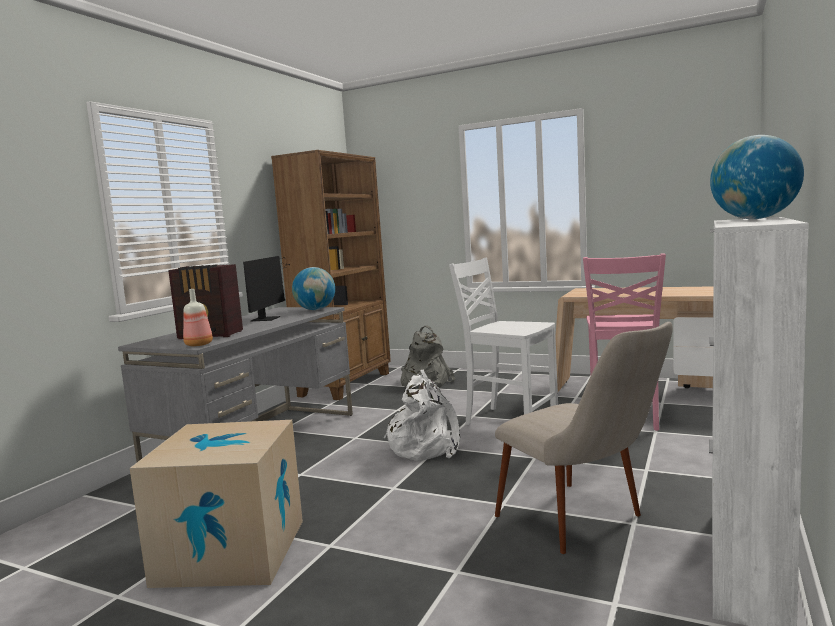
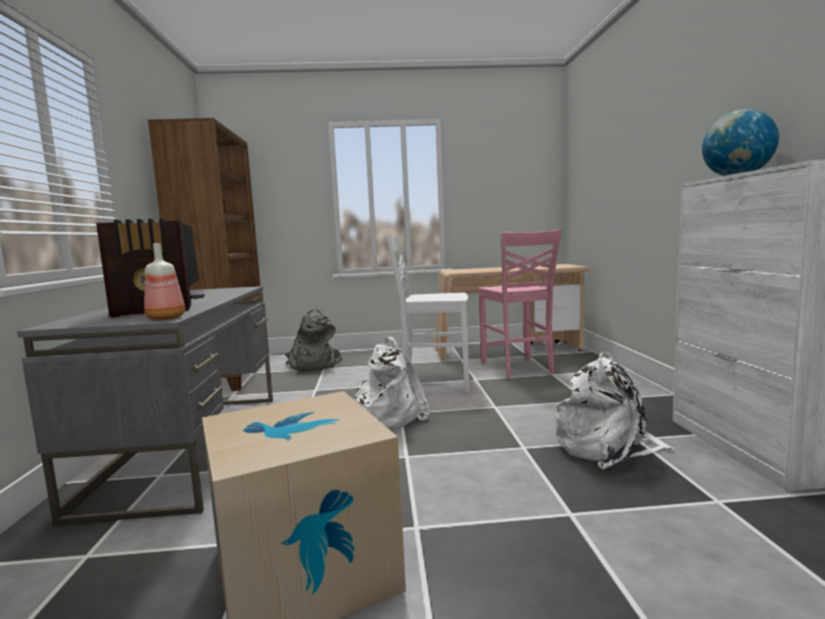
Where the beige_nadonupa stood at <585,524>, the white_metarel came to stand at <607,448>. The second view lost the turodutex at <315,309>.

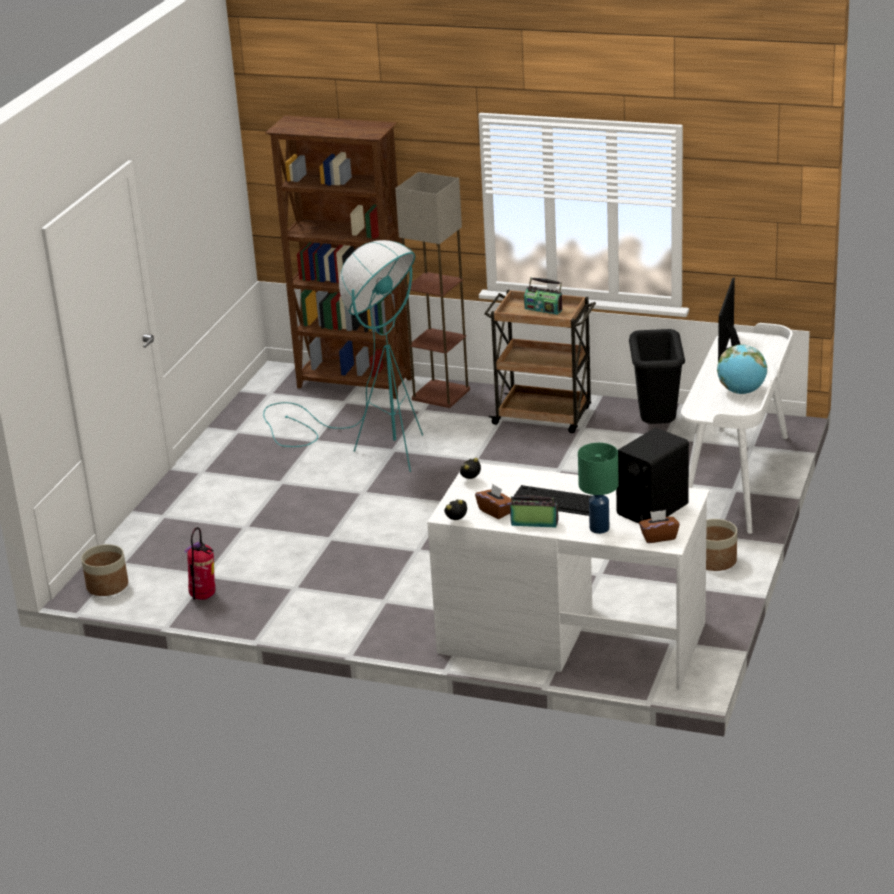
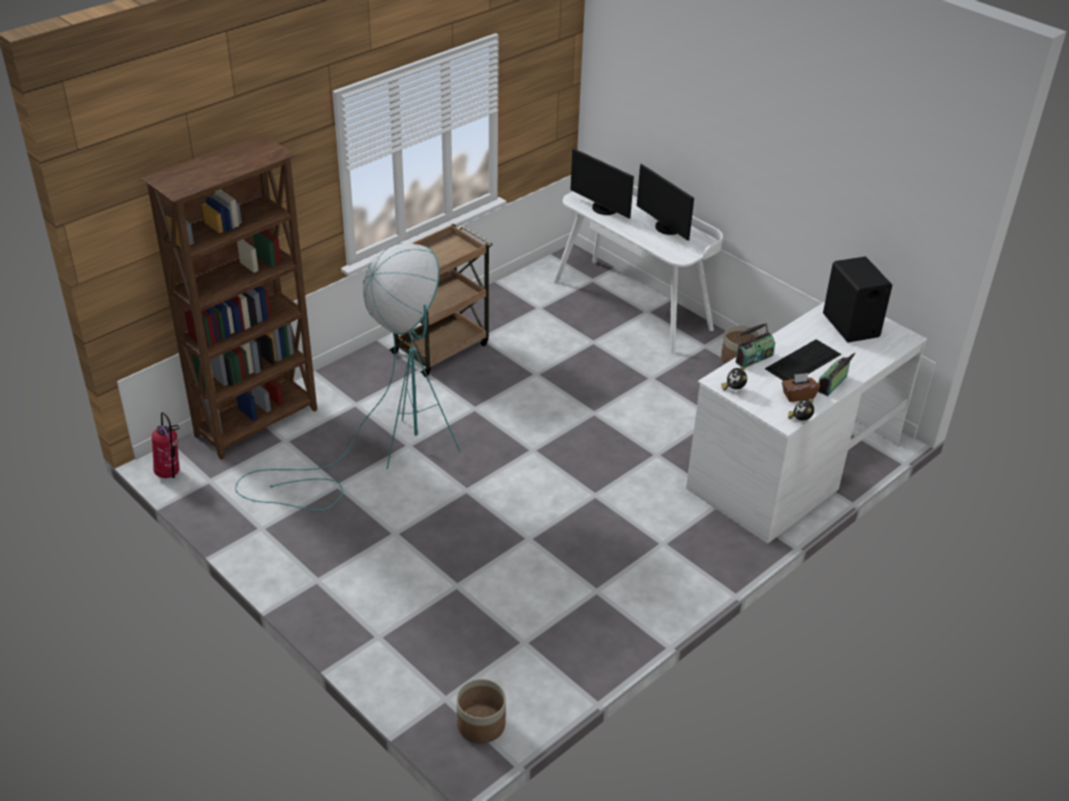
The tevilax ended up elsewhere, having gone from <203,597> to <170,473>. Where the turodutex stood at <741,391>, the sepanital came to stand at <666,228>. The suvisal ended up elsewhere, having gone from <543,309> to <753,358>. The second view lost the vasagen at <442,394>. The second view lost the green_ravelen at <600,528>. The second view lost the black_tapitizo at <656,425>. The second view lost the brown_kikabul at <658,537>.

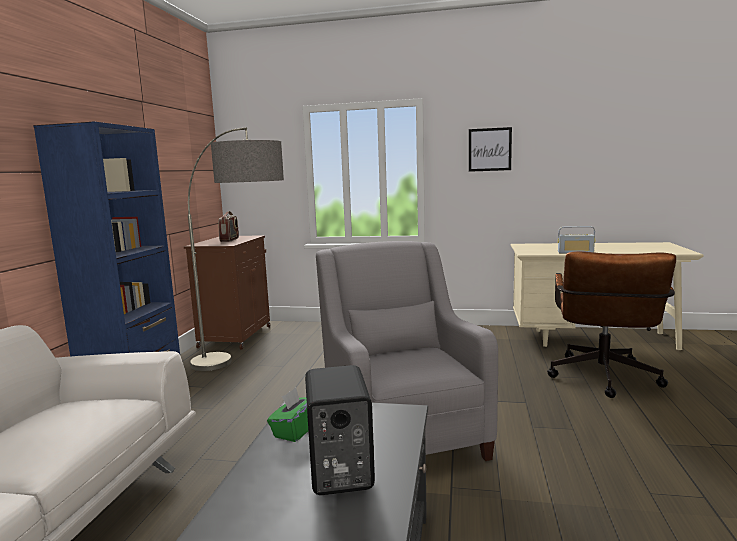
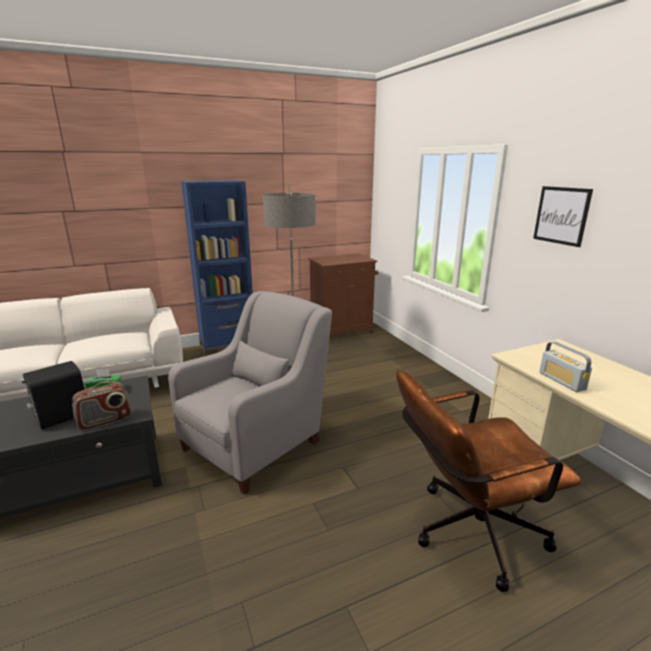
The suvisal ended up elsewhere, having gone from <230,240> to <105,421>.

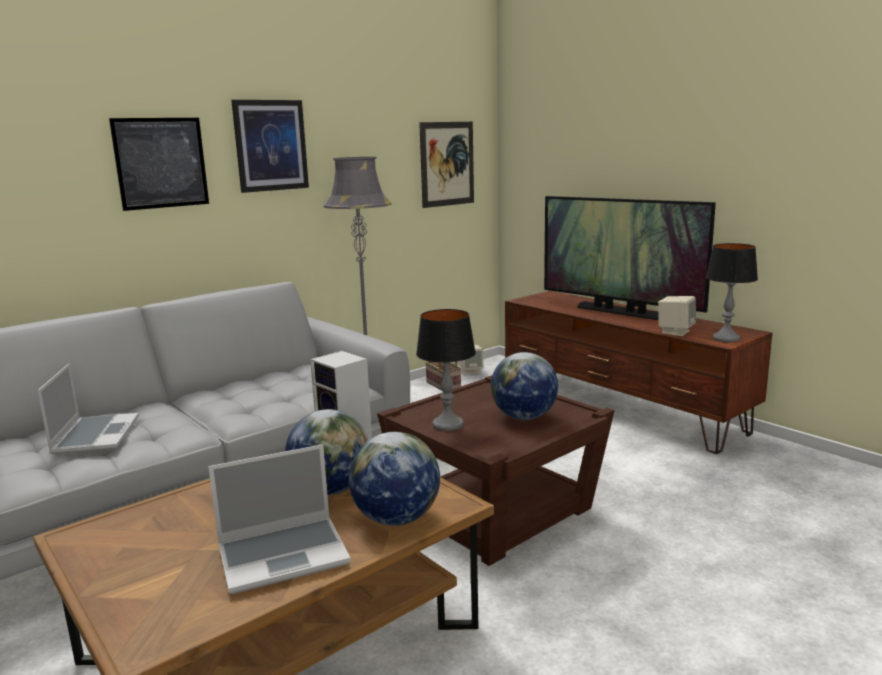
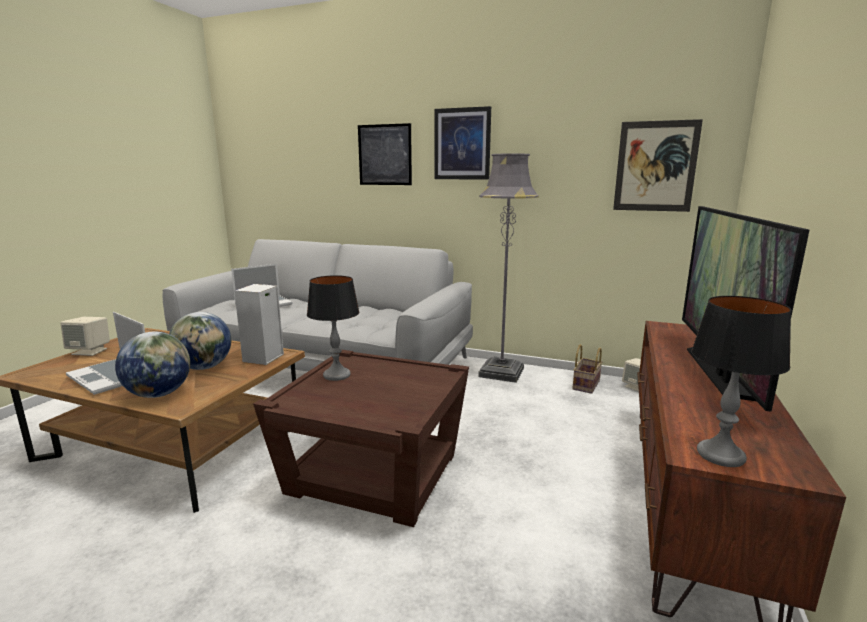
The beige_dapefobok ended up elsewhere, having gone from <675,332> to <90,351>. The second view lost the turodutex at <523,417>.

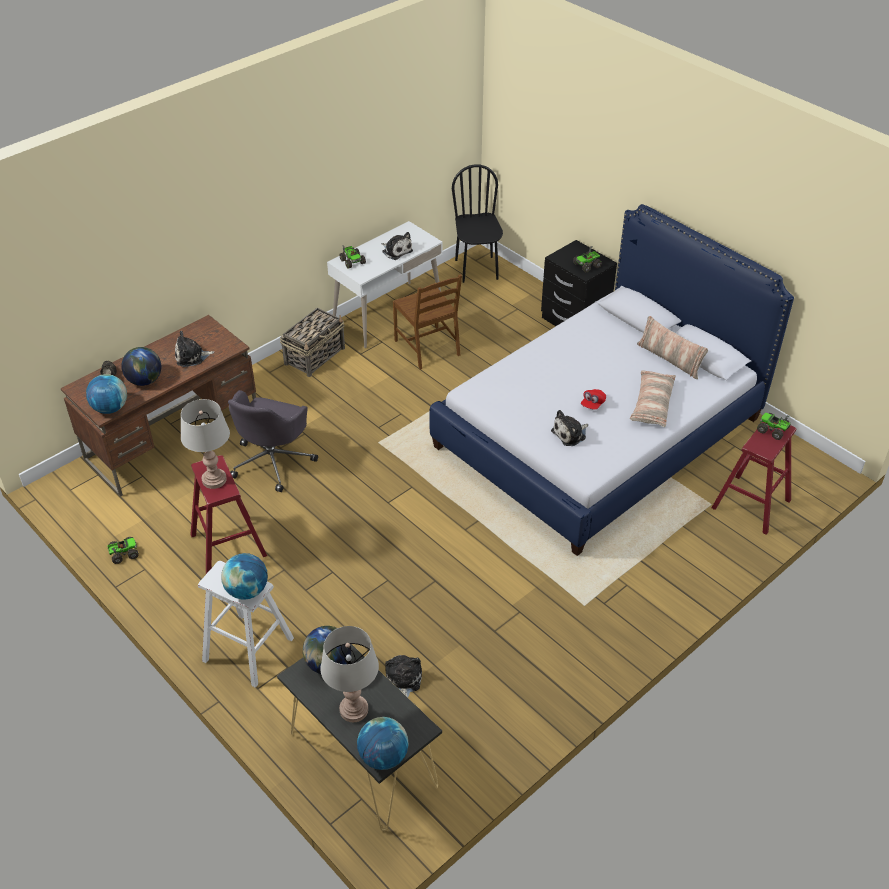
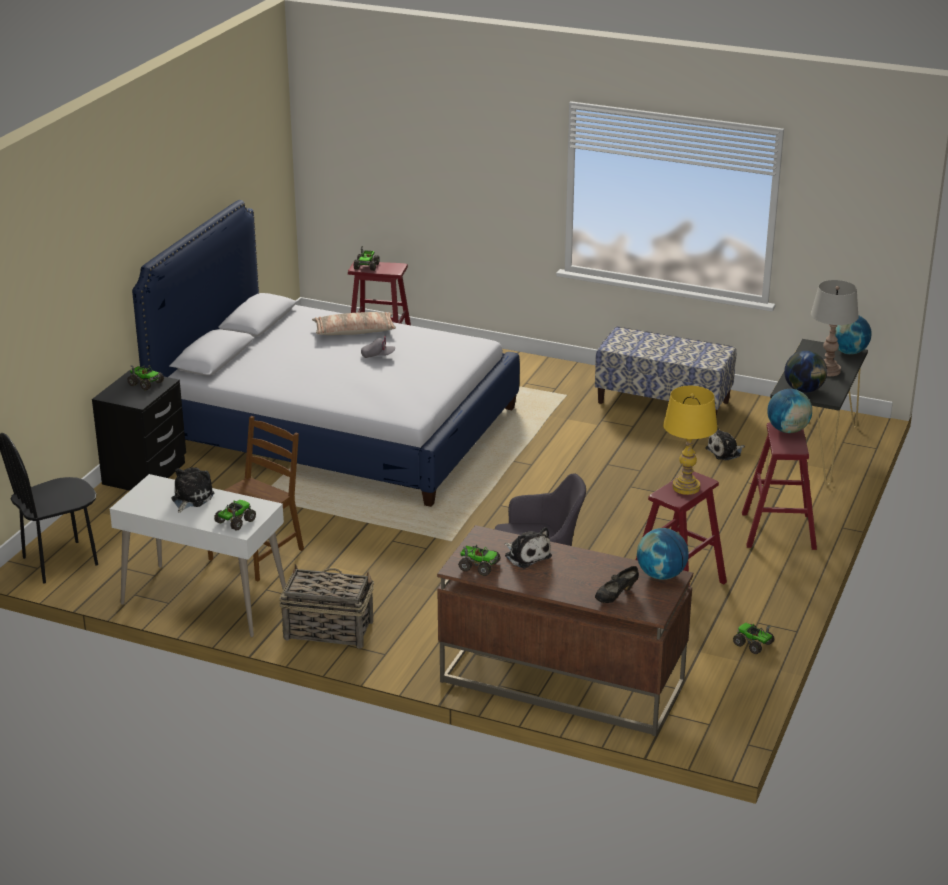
What was the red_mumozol at <592,404> turned into the grey_mumozol at <378,356>. The second view gained the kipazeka at <478,566>. The second view gained the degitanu at <663,402>. What was the grey_ravelen at <214,480> turned into the yellow_ravelen at <686,487>. What was the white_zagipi at <248,649> turned into the red_zagipi at <778,531>. The second view lost the turodutex at <145,380>. The second view lost the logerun at <570,434>. The second view lost the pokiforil at <670,359>.

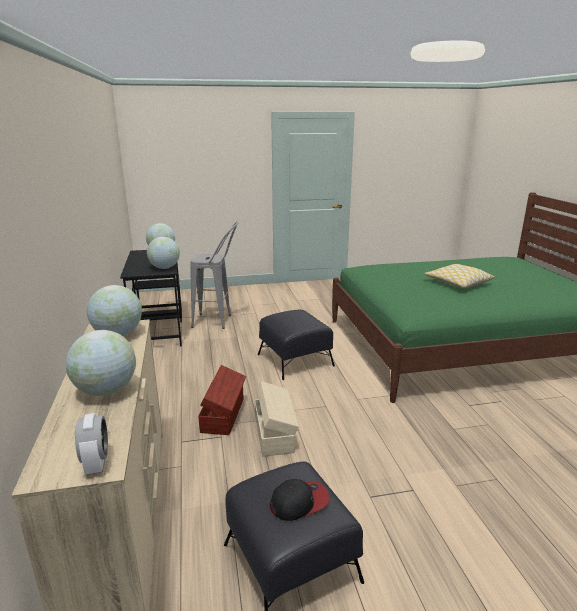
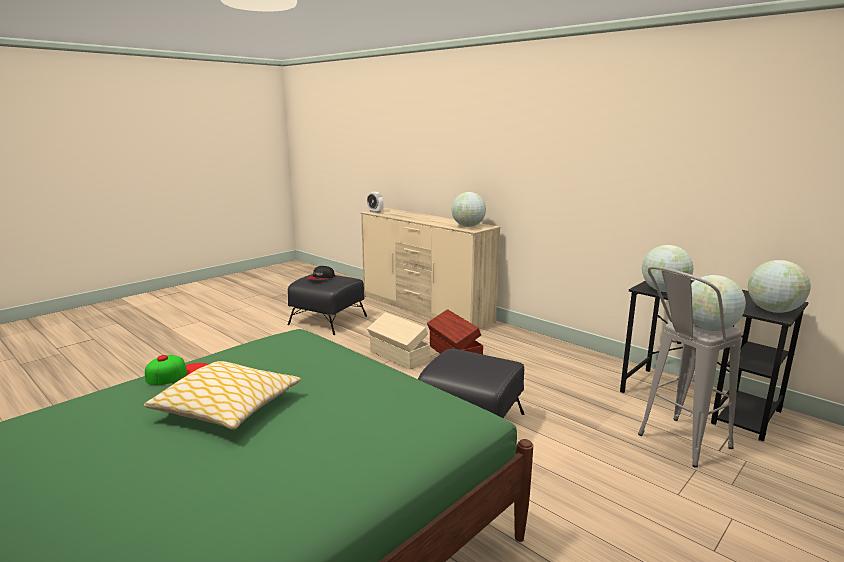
The second view gained the mumozol at <178,373>. The turodutex ended up elsewhere, having gone from <106,390> to <709,329>.

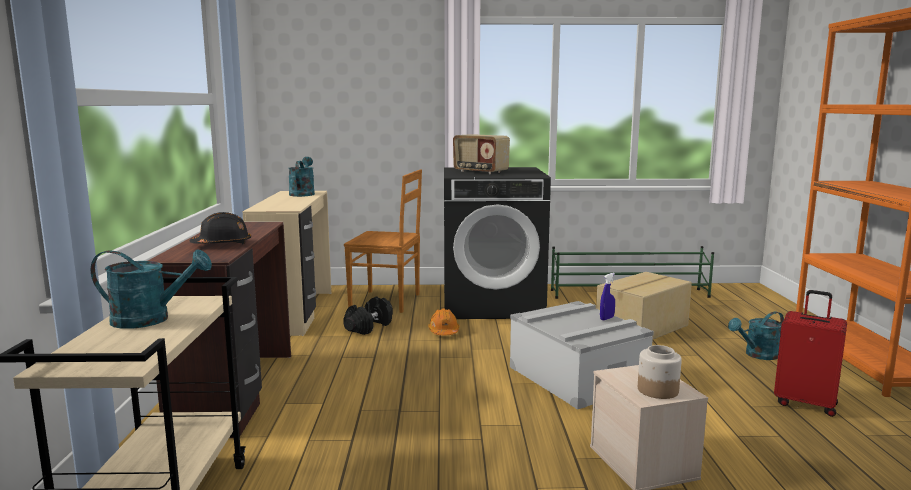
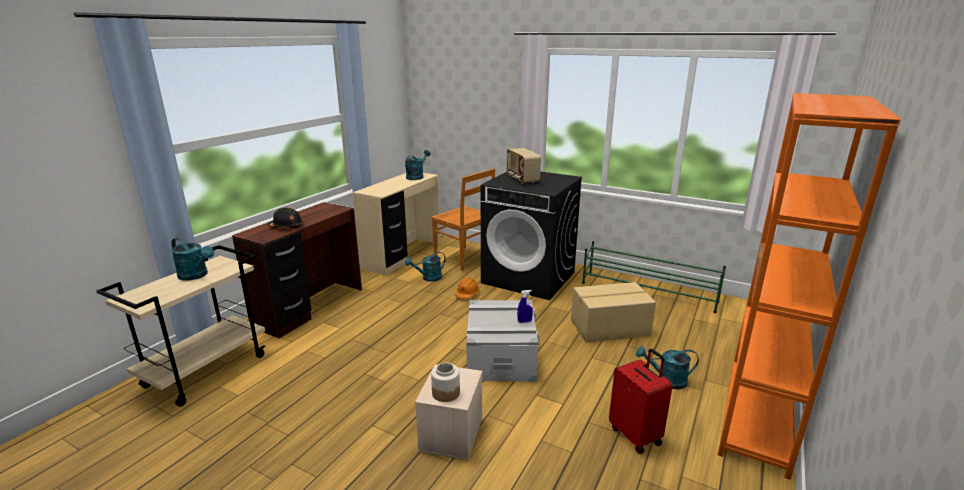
Where the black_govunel stood at <369,327>, the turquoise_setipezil came to stand at <428,278>.

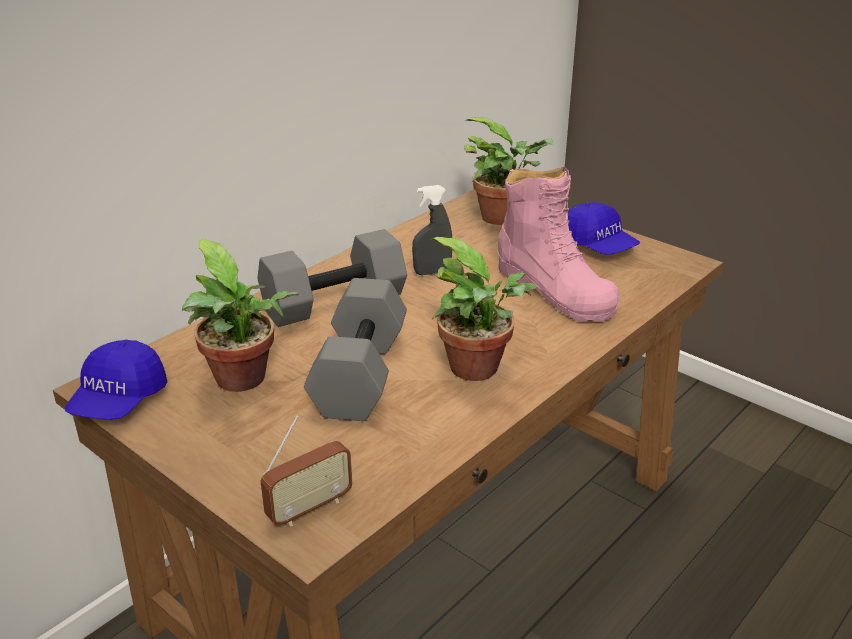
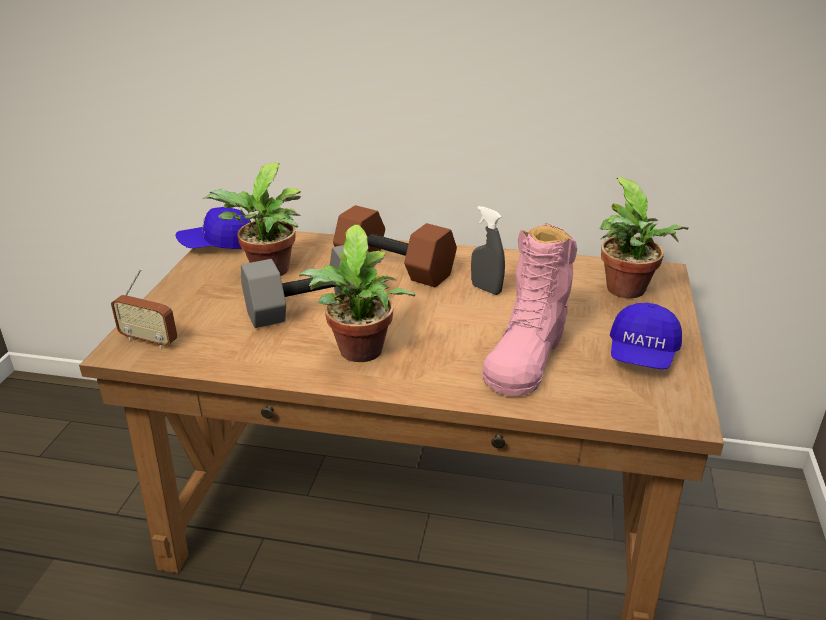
What was the grey_govunel at <334,301> turned into the brown_govunel at <396,267>.

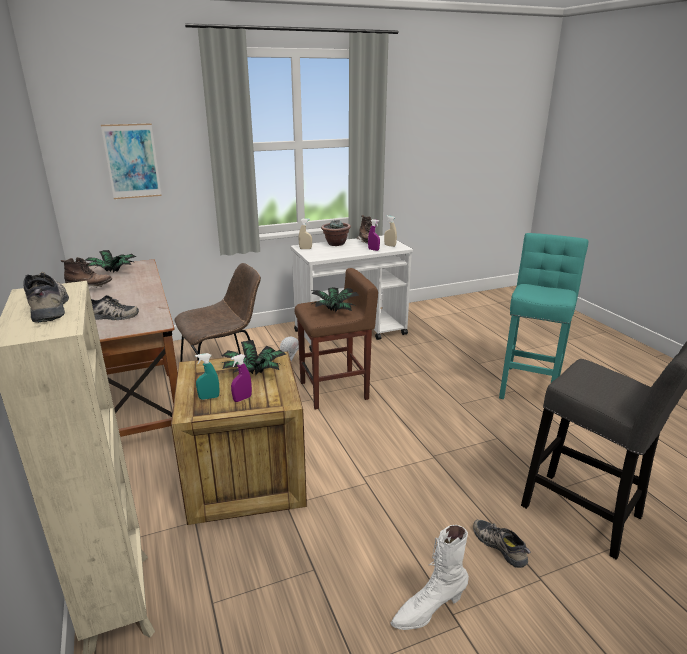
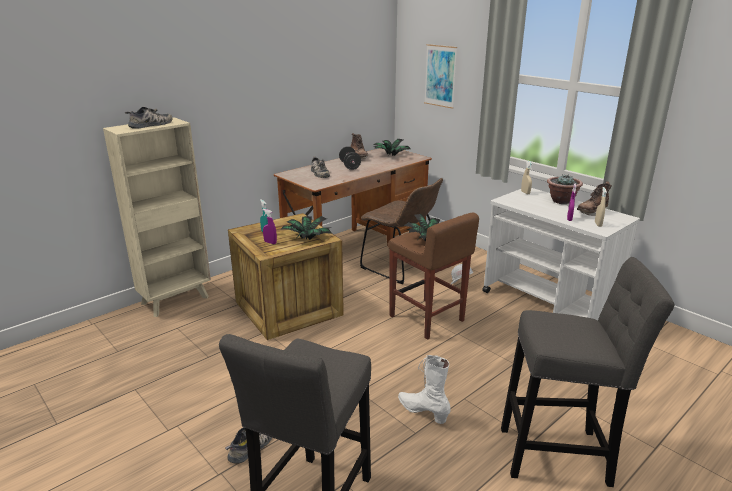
The second view gained the black_govunel at <350,166>. The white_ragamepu ended up elsewhere, having gone from <428,610> to <423,411>. What was the turquoise_zagipi at <530,385> turned into the grey_zagipi at <560,455>.

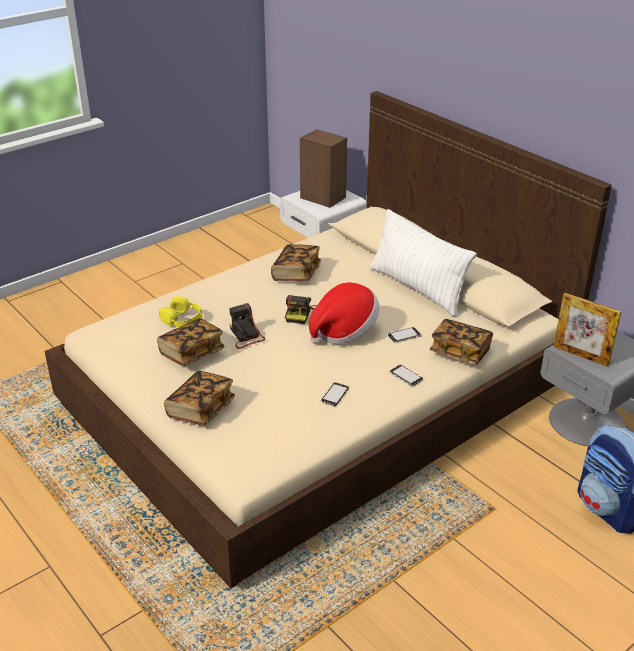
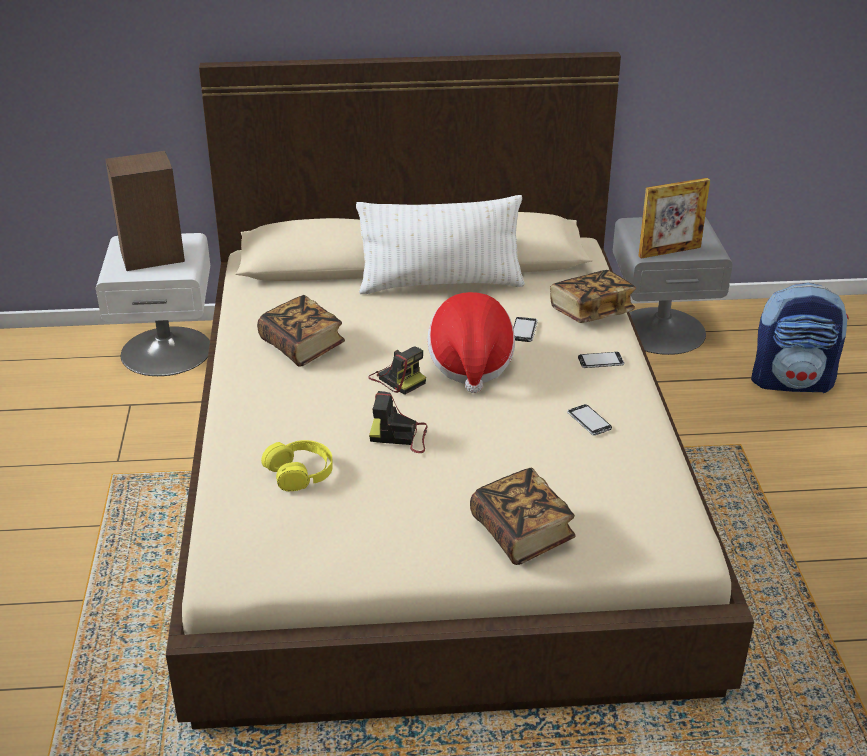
The second view lost the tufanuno at <191,353>.

